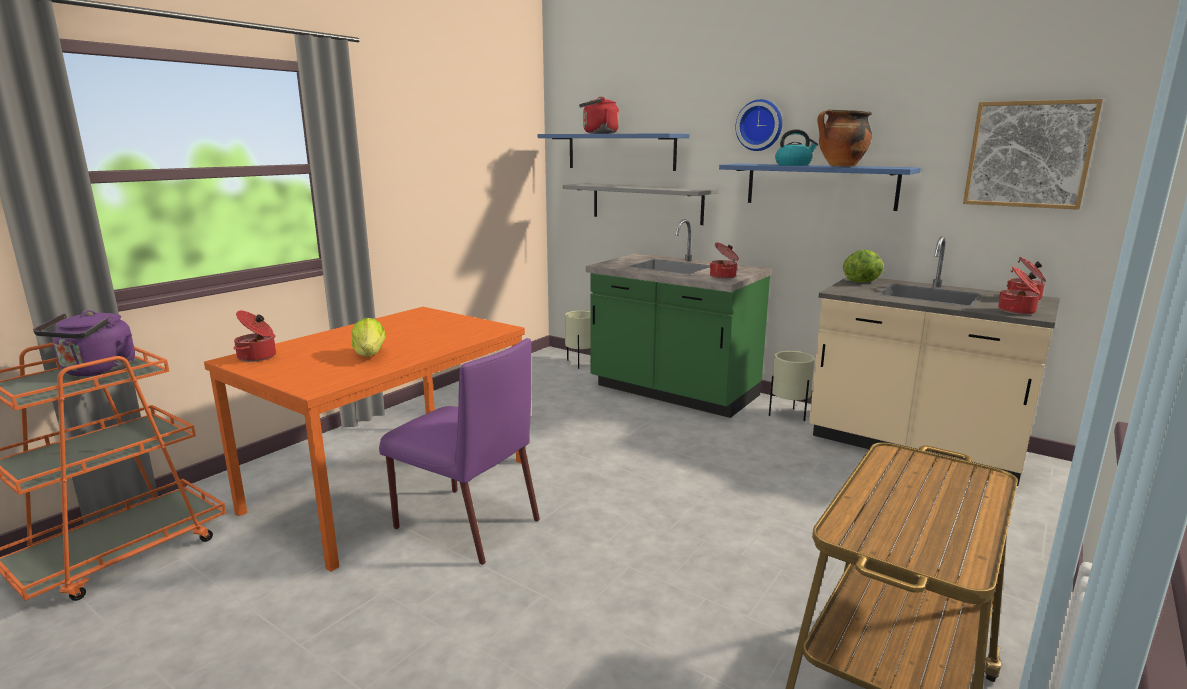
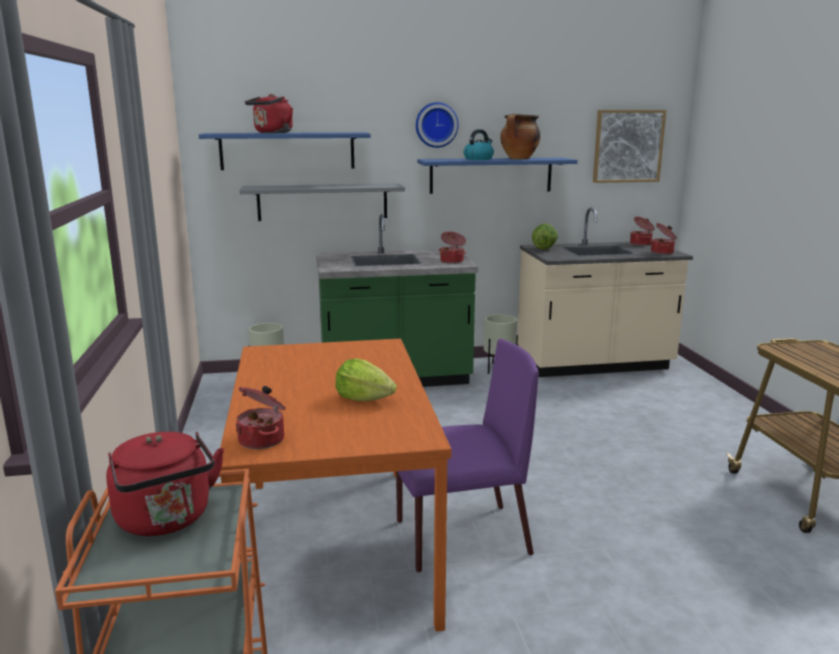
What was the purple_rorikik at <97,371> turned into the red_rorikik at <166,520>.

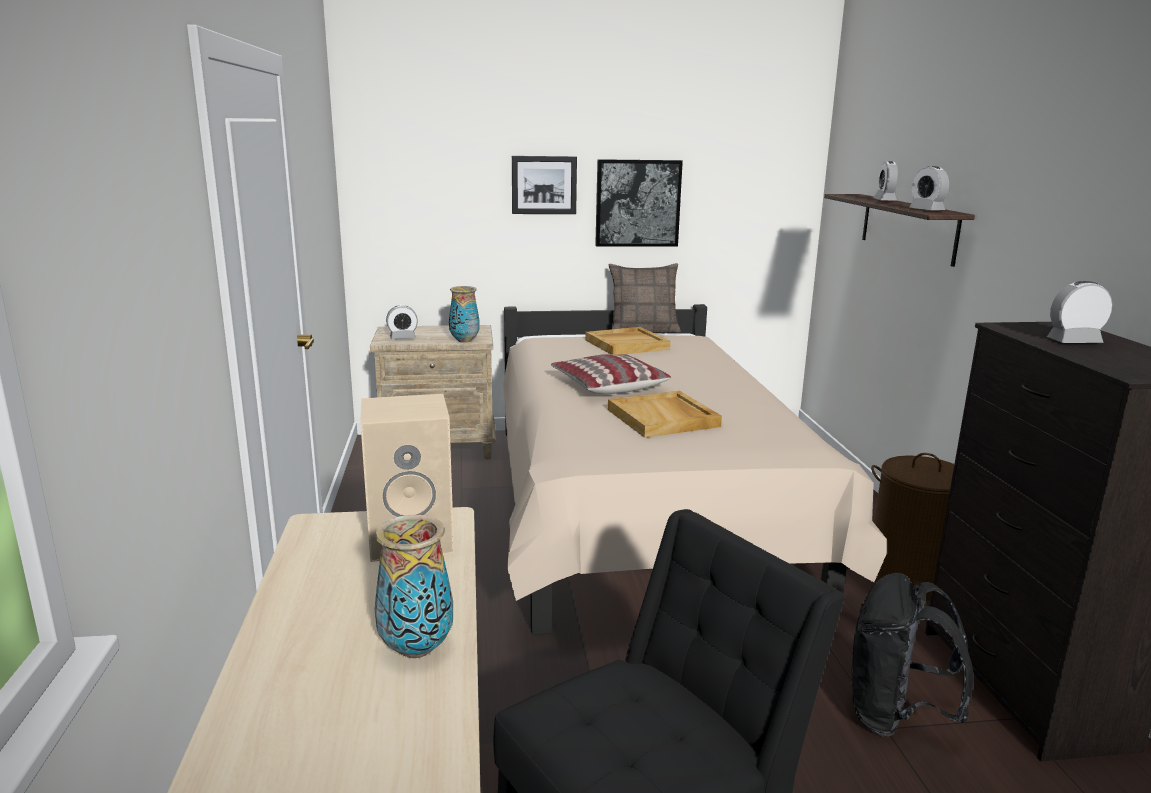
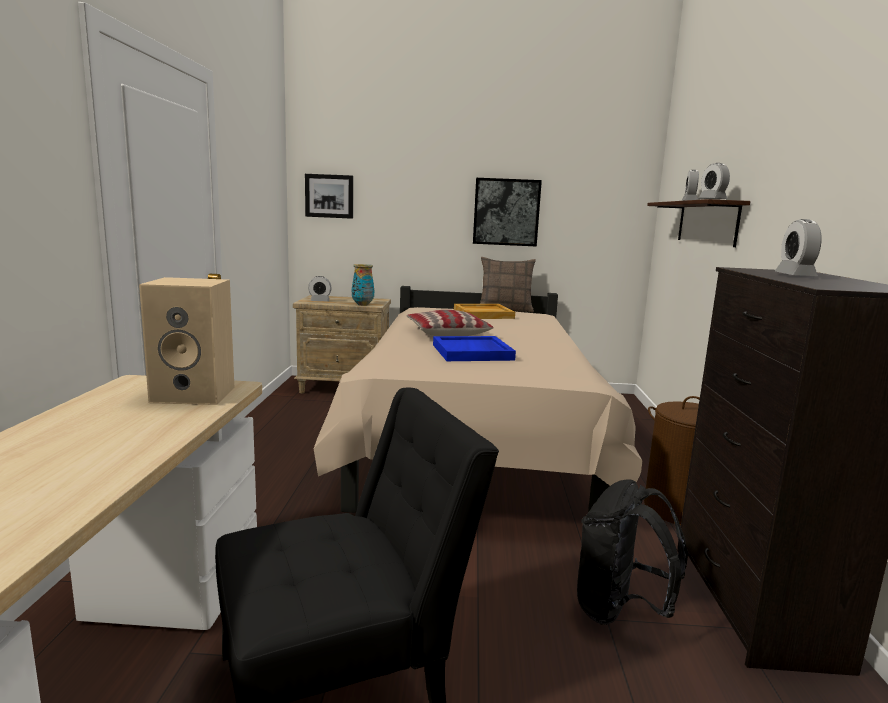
The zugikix ended up elsewhere, having gone from <544,185> to <329,196>. What was the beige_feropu at <664,418> turned into the blue_feropu at <473,352>. The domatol at <1074,341> ended up facing another way, 90 degrees counterclockwise from before. The second view lost the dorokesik at <416,649>.

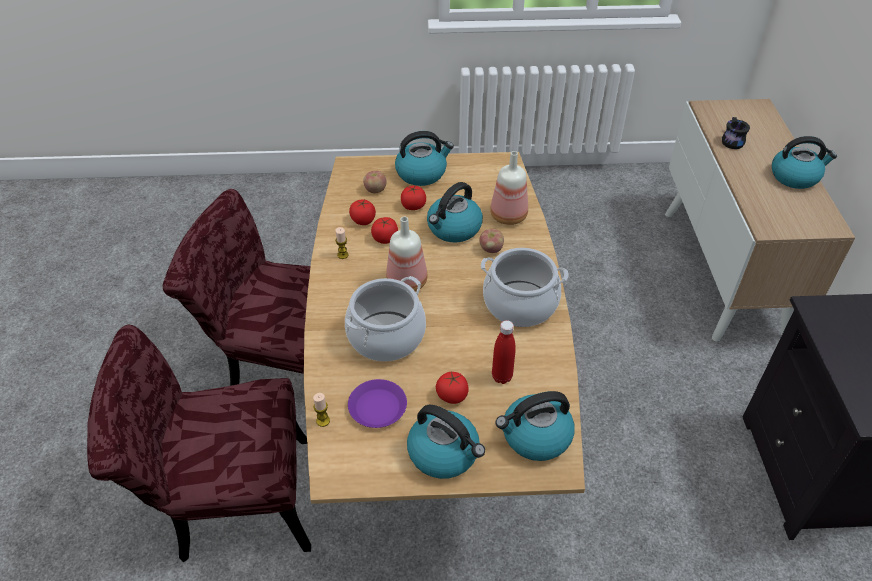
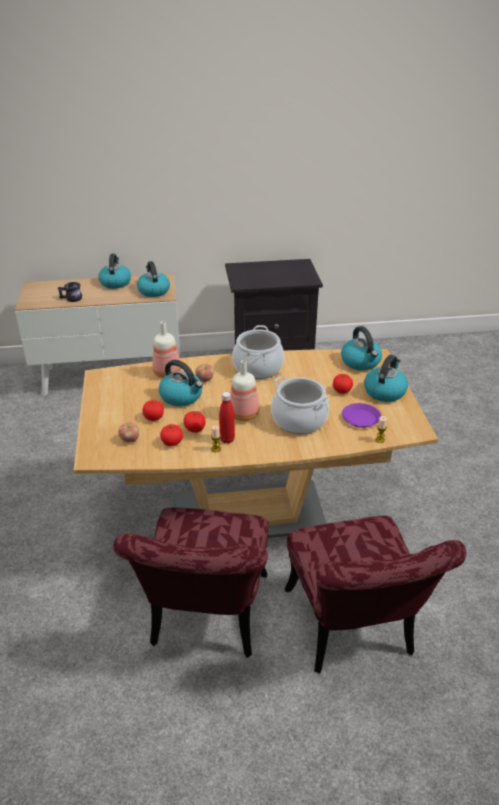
The rorikik ended up elsewhere, having gone from <422,173> to <153,291>. The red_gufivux ended up elsewhere, having gone from <502,377> to <227,439>.

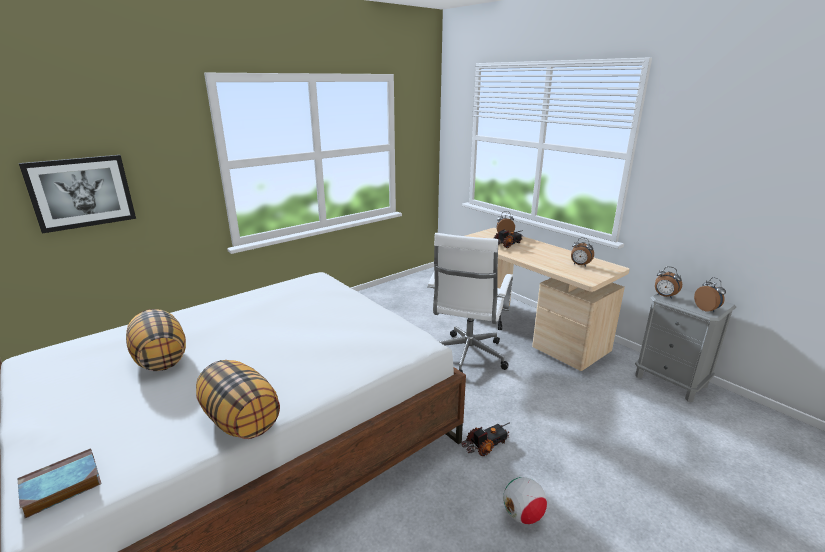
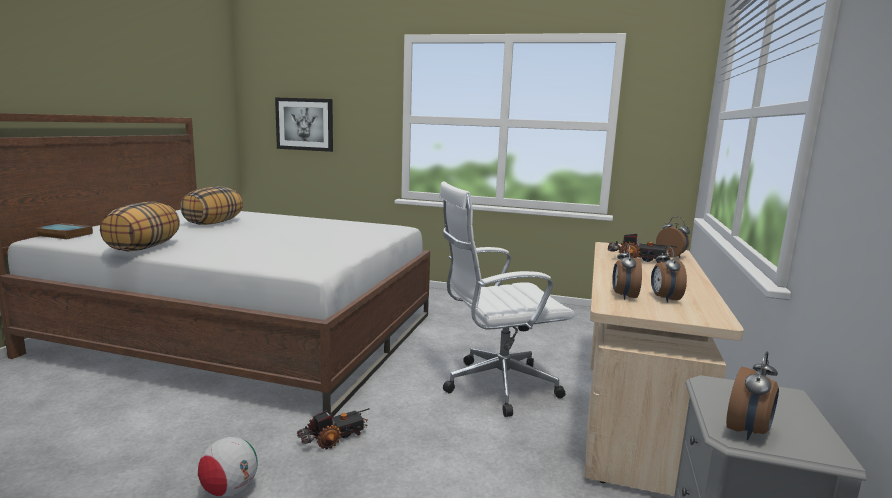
The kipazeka at <486,446> ended up facing another way, 60 degrees counterclockwise from before. The domatol ended up elsewhere, having gone from <664,296> to <623,296>.

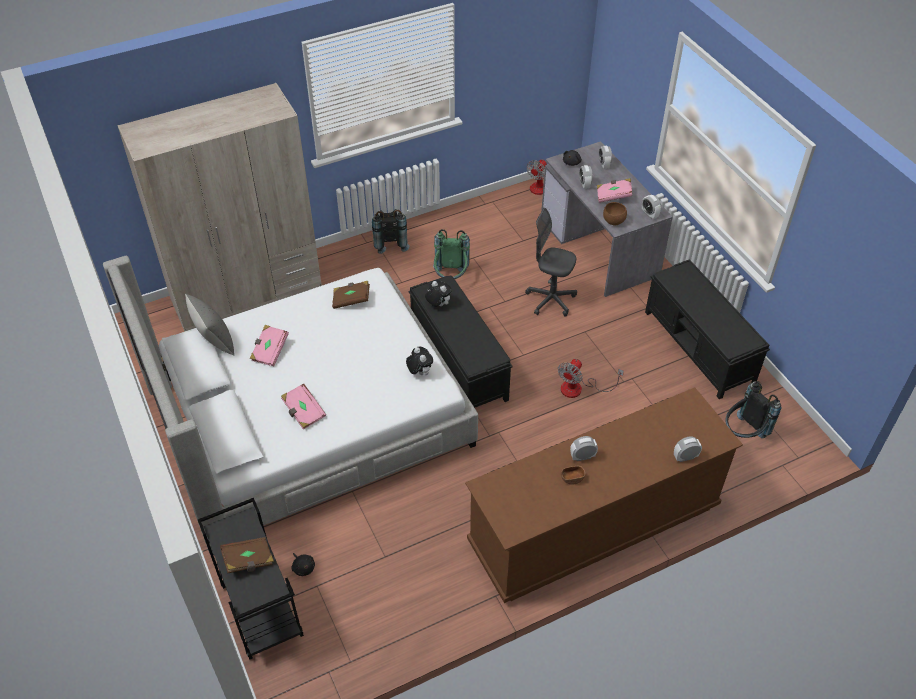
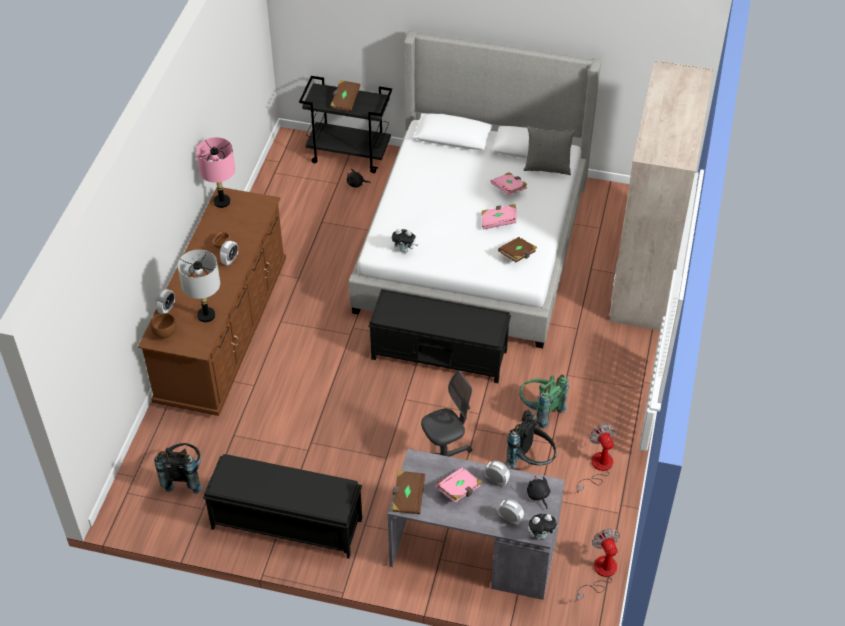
The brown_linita ended up elsewhere, having gone from <613,222> to <164,333>. The second view gained the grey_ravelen at <206,316>. The second view gained the pink_ravelen at <222,202>. Where the domatol stood at <649,214>, the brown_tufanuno came to stand at <407,497>. The pink_tufanuno ended up elsewhere, having gone from <303,412> to <498,222>. The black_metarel ended up elsewhere, having gone from <390,242> to <531,461>. The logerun ended up elsewhere, having gone from <438,305> to <541,535>. The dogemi ended up elsewhere, having gone from <579,388> to <598,467>.

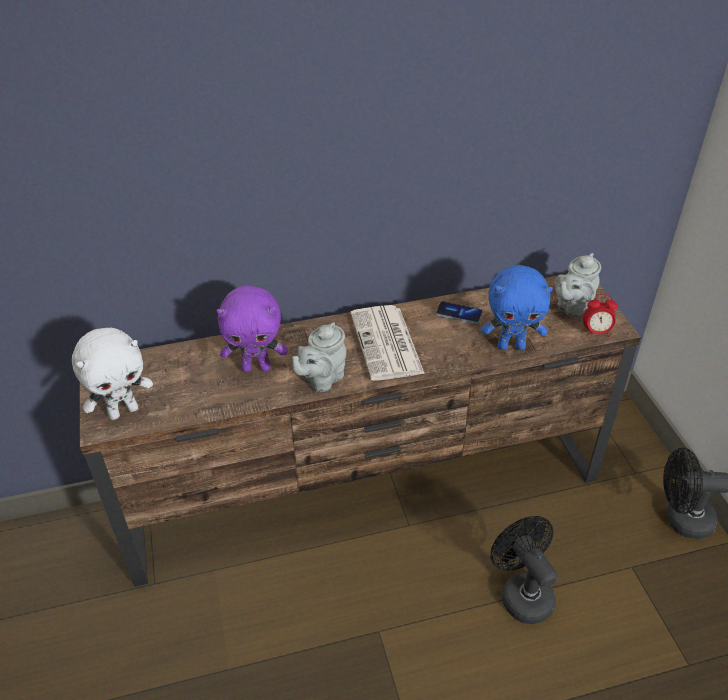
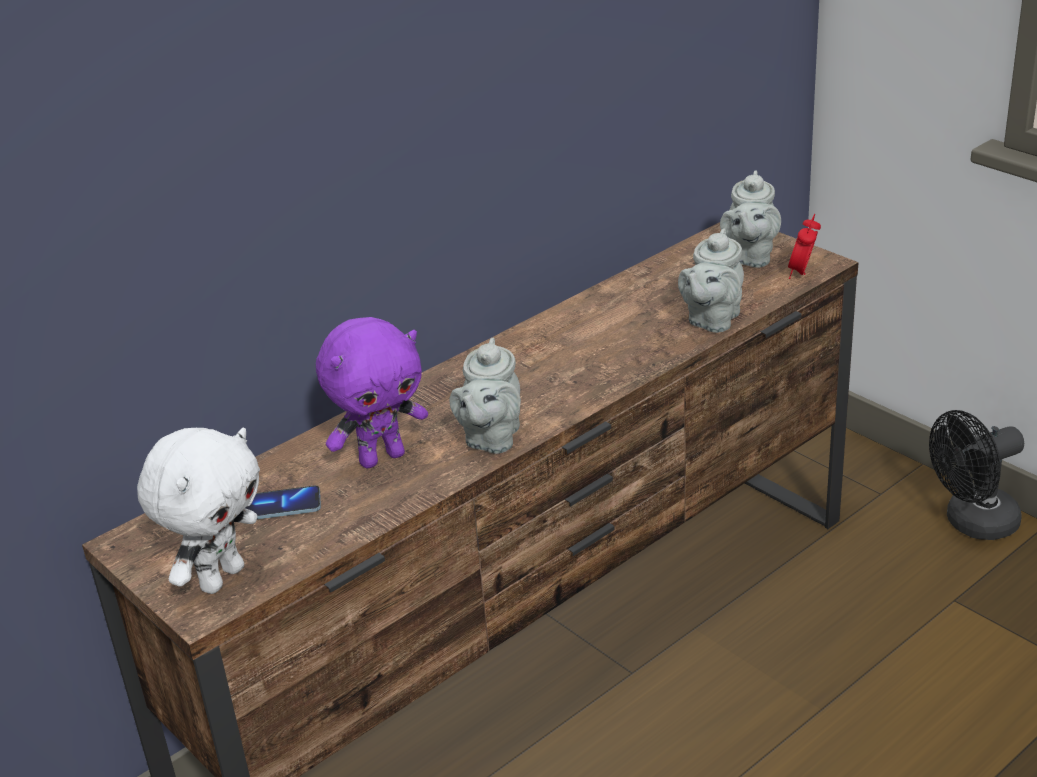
The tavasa ended up elsewhere, having gone from <459,314> to <280,506>. Where the blue_logerun stood at <511,346>, the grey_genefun came to stand at <712,320>. The domatol at <596,332> ended up facing another way, 135 degrees clockwise from before. The second view lost the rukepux at <387,344>. The second view lost the black_dogemi at <522,593>.

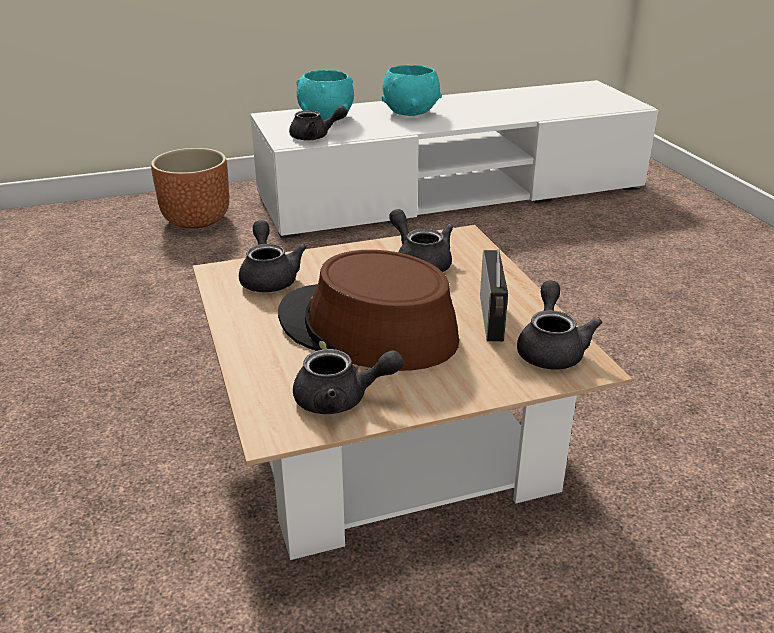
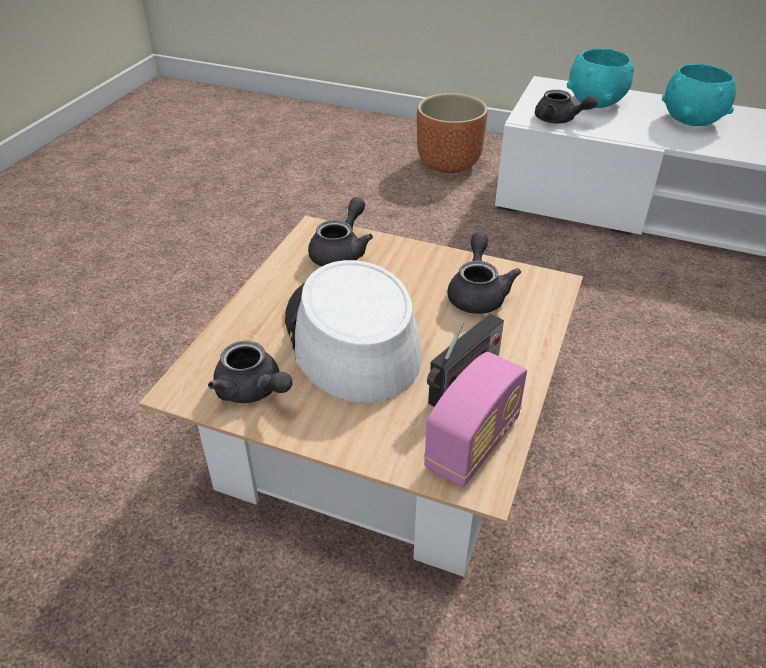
What was the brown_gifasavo at <366,329> turned into the white_gifasavo at <350,338>. Where the grey_genefun stood at <551,349>, the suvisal came to stand at <473,444>.

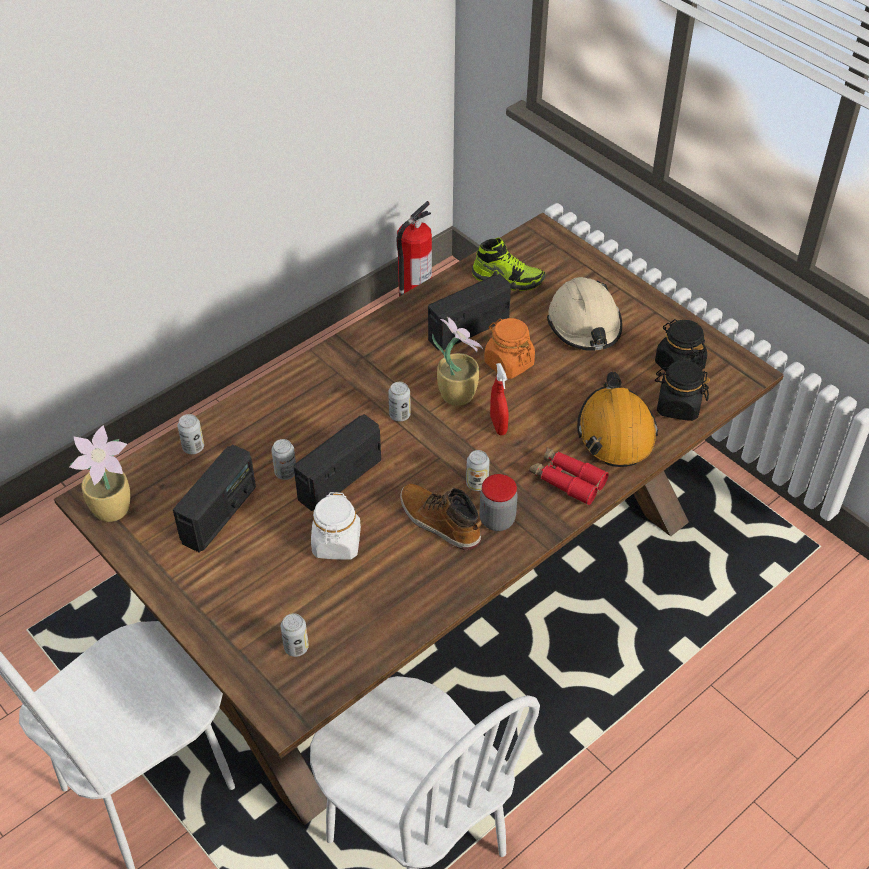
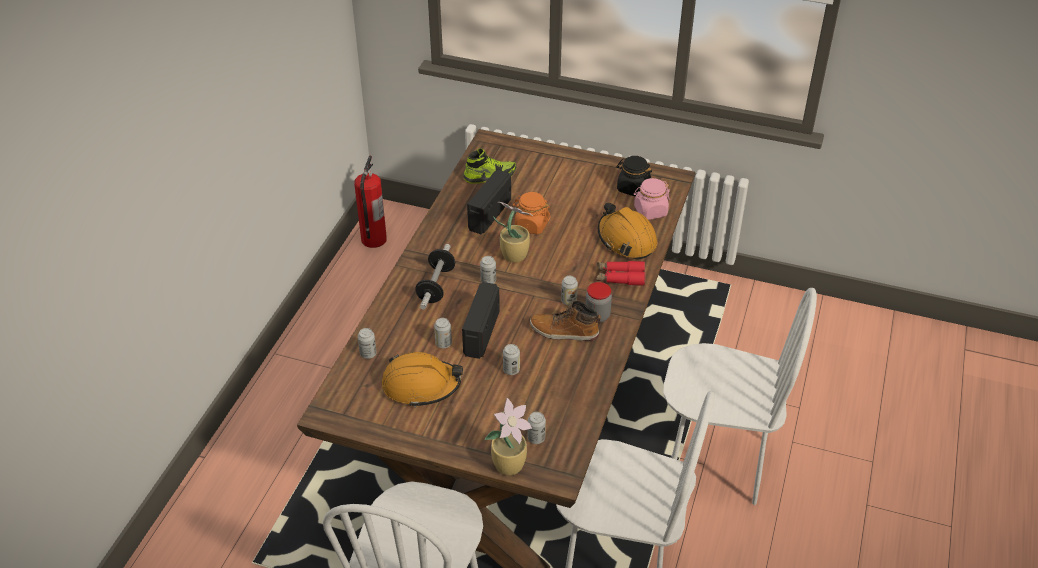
Where the suvisal stood at <219,514>, the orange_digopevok came to stand at <421,385>. The second view gained the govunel at <436,286>. The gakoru ended up elsewhere, having gone from <114,509> to <510,464>. Where the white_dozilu stood at <336,543>, the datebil came to stand at <511,370>. What was the black_dozilu at <677,406> turned into the pink_dozilu at <650,211>. The second view gained the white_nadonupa at <717,461>. The second view lost the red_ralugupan at <498,425>. The second view lost the beige_digopevok at <584,325>.

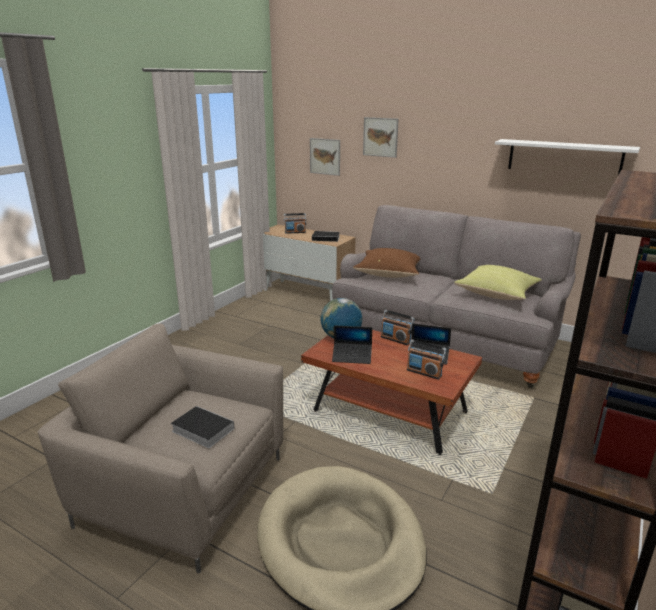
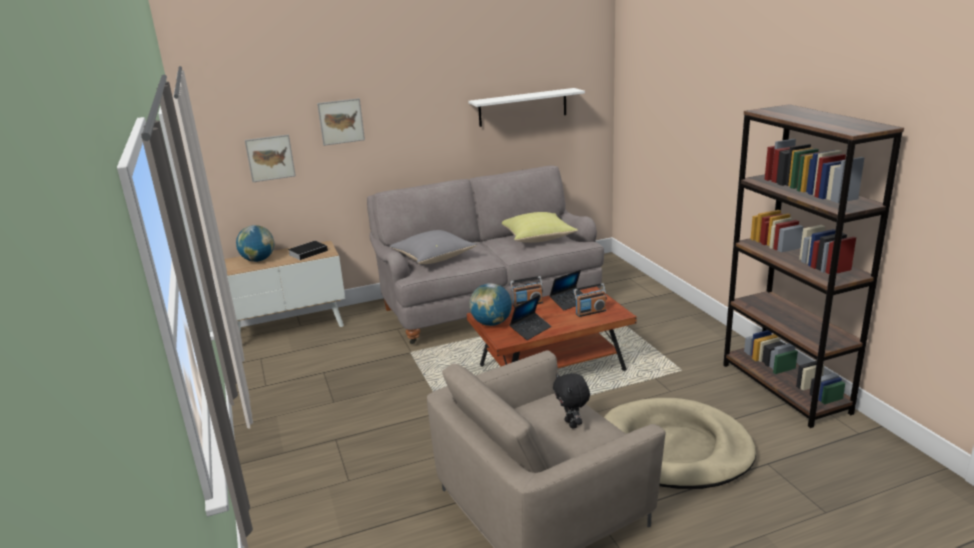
Where the suvisal stood at <295,232>, the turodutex came to stand at <258,260>. What was the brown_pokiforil at <390,274> turned into the grey_pokiforil at <434,258>. Where the tufanuno stood at <201,429>, the black_logerun came to stand at <572,424>.

